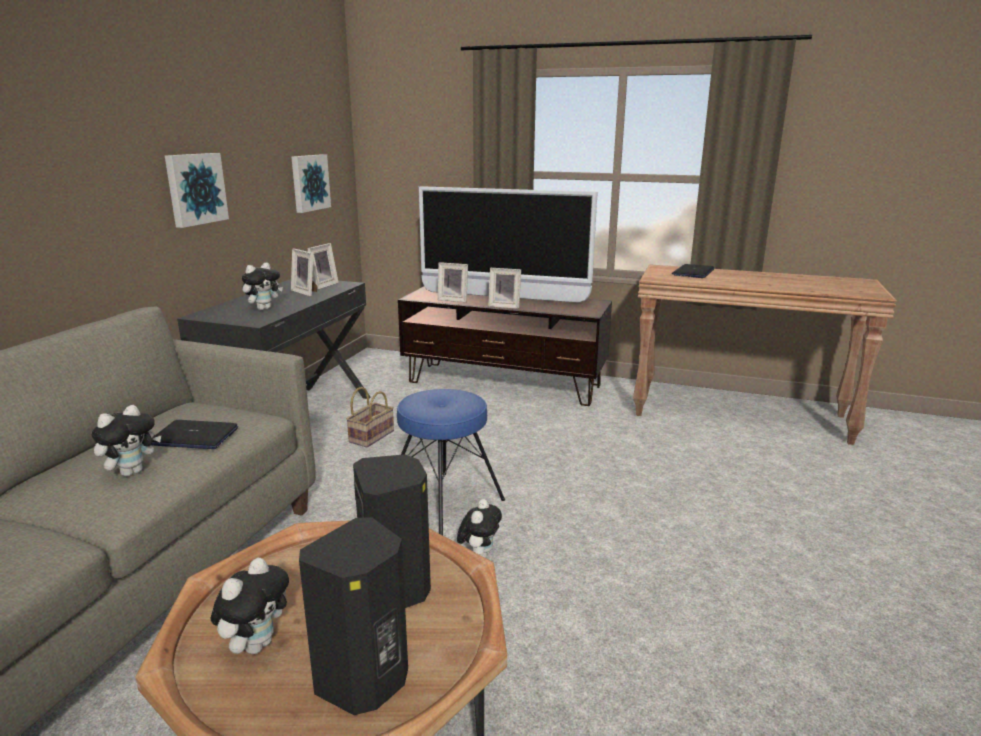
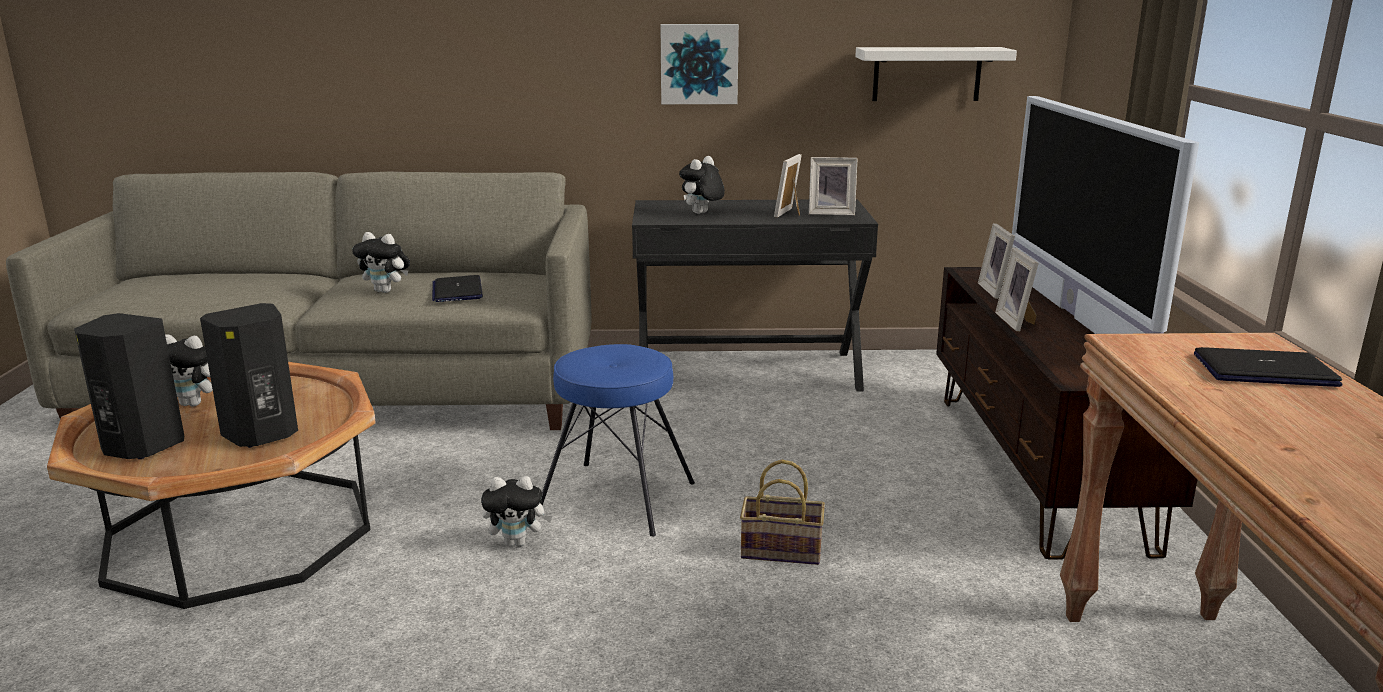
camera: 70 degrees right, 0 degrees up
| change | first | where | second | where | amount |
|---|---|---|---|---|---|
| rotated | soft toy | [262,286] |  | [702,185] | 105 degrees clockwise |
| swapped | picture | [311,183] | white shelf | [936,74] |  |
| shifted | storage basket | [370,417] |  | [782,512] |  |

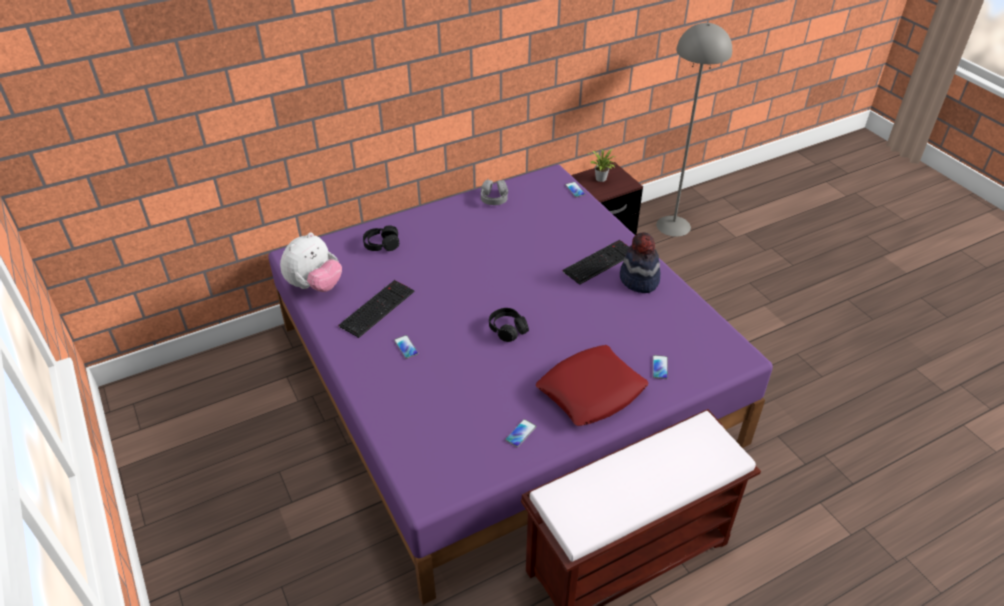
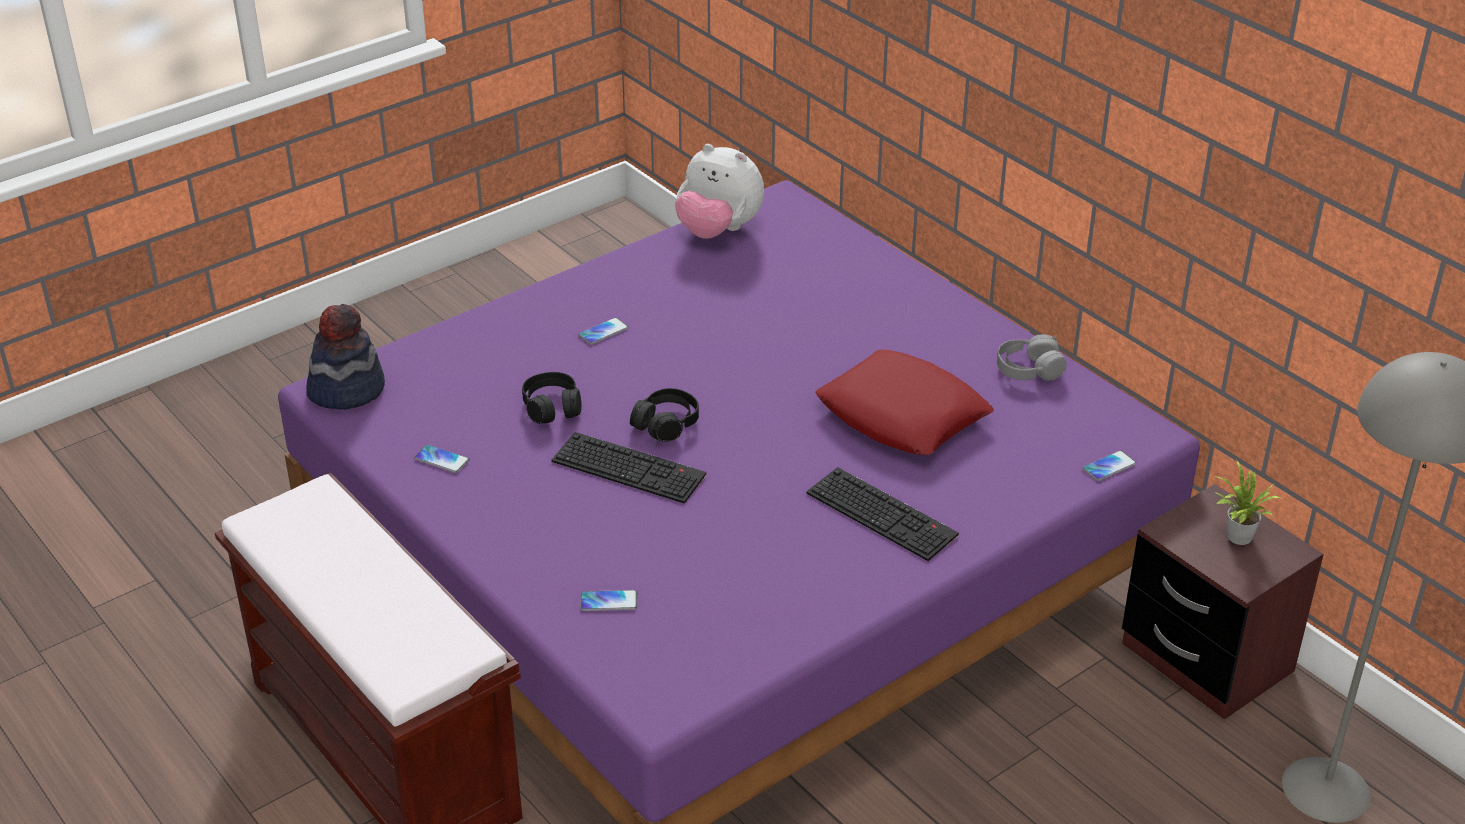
camera: 80 degrees right, 5 degrees down
| change | first | where | second | where | amount |
|---|---|---|---|---|---|
| shifted | computer keyboard | [376,309] |  | [628,468] |  |
| shifted | black headphones | [381,238] |  | [552,398] |  |
| shifted | red-coloured pillow | [592,385] |  | [904,402] |  |
| shifted | wearable hat | [640,262] |  | [345,357] |  |

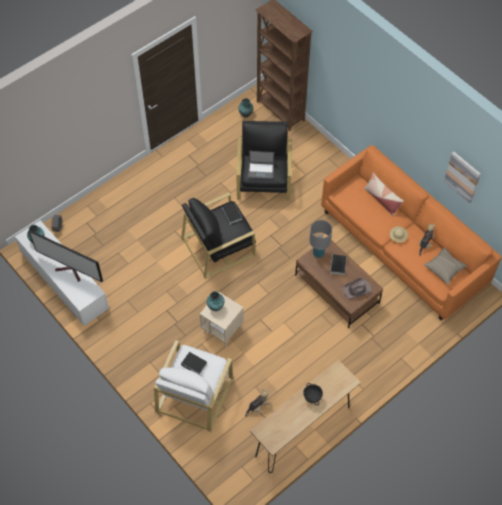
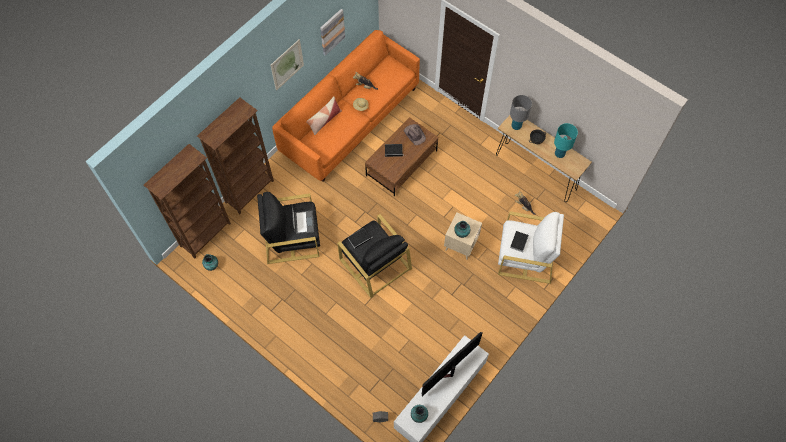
camera: 100 degrees left, 5 degrees up
| change | first | where | second | where | amount |
|---|---|---|---|---|---|
| rotated | television | [66,256] |  | [452,364] | 150 degrees counterclockwise |
| shifted | greyish tabletop lamp | [321,239] |  | [521,112] |  |
| gone | beige pillow | [446,266] |  |  |  |
| new |  |  | brown shelving unit | [235,155] |  |
| new |  |  | picture | [287,65] |  |
| new |  |  | blue-green tabletop lamp | [566,140] |  |

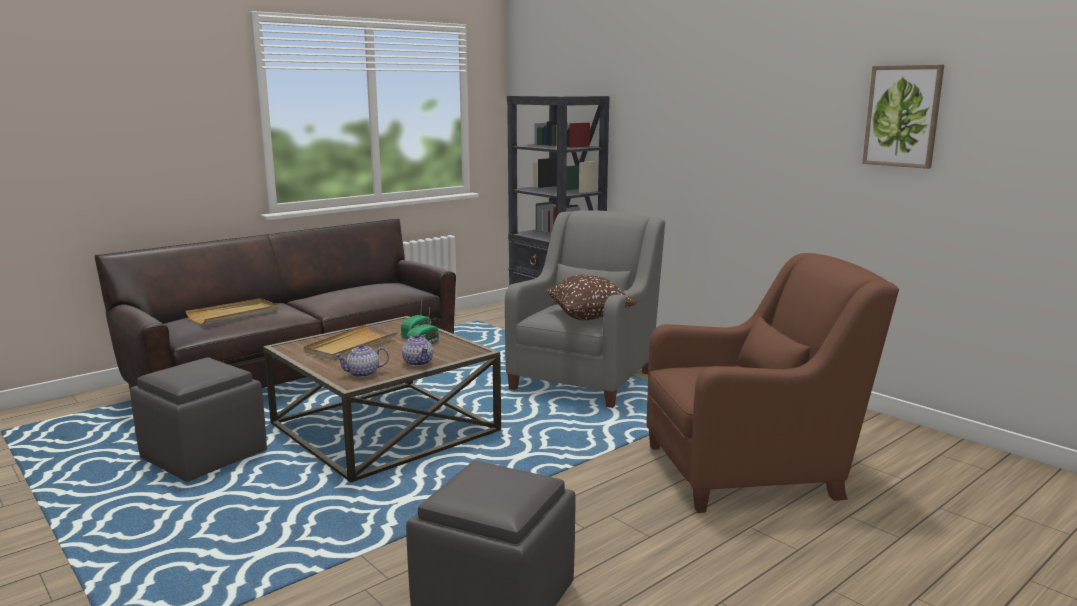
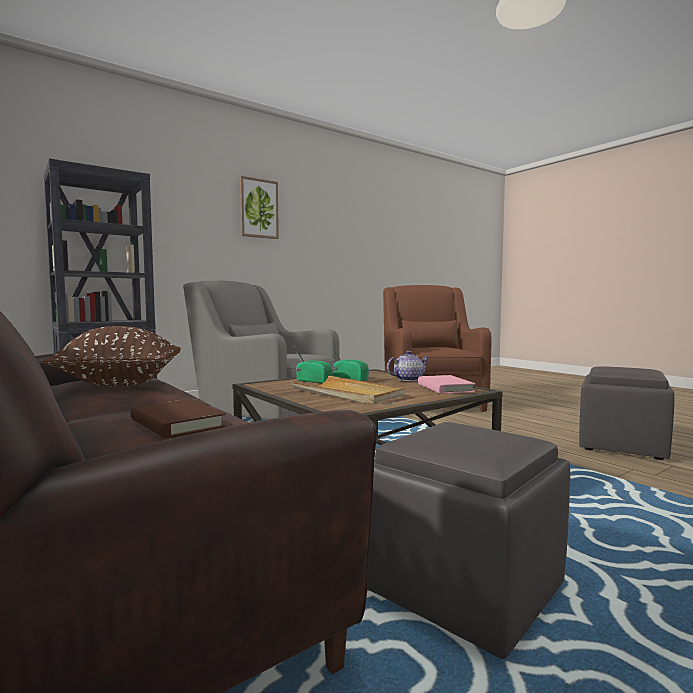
camera: 85 degrees left, 10 degrees down
| change | first | where | second | where | amount |
|---|---|---|---|---|---|
| swapped | beige carrying tray | [232,311] | brown volume | [178,419] |  |
| swapped | pot for tea | [362,360] | pinkish volume | [447,384] |  |
| shifted | brown pillow | [591,297] |  | [112,356] |  |
| shifted | picture | [903,117] |  | [259,207] |  |

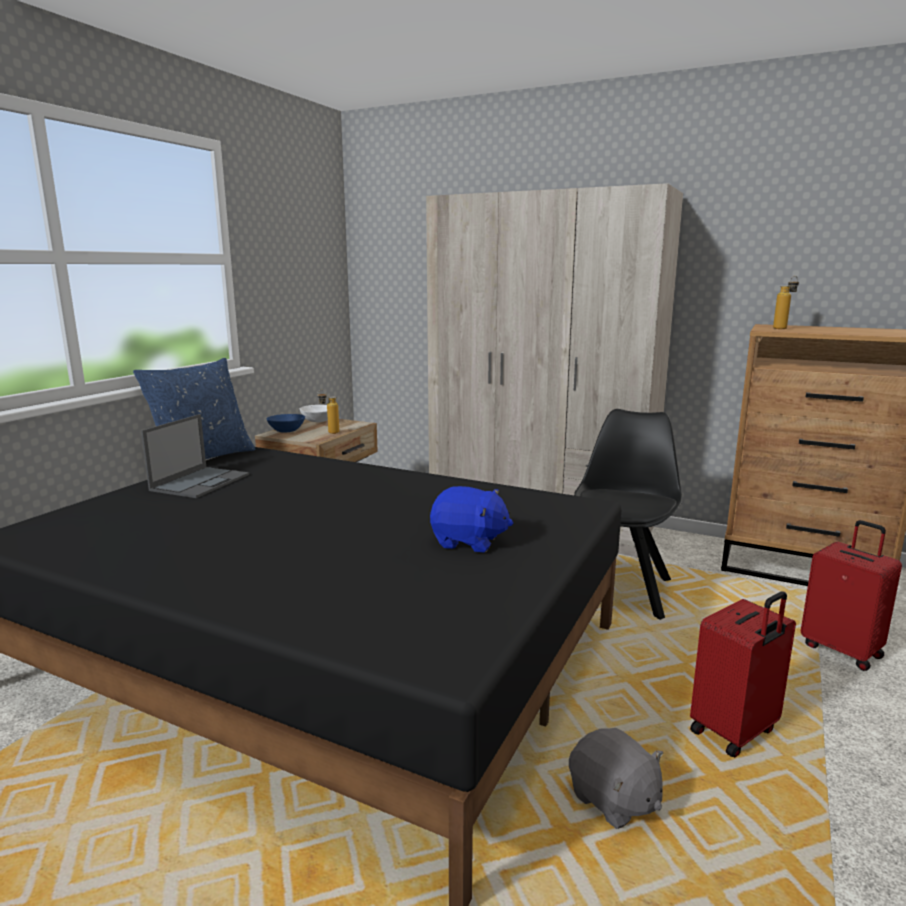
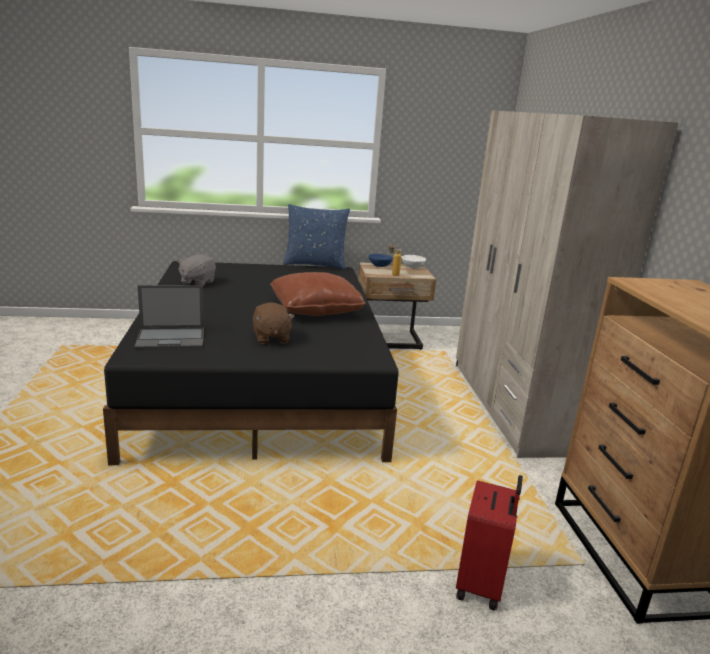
camera: 55 degrees right, 5 degrees up
| change | first | where | second | where | amount |
|---|---|---|---|---|---|
| shifted | portable computer | [195,456] |  | [169,317] |  |
| repainted | bluish soft toy | [471,519] | brown soft toy | [274,323] |  |
| shifted | greyish soft toy | [616,778] |  | [197,270] |  |
| gone | black chair | [628,514] |  |  |  |
| gone | red-coloured suitcase | [743,674] |  |  |  |
| gone | beverage bottle | [786,302] |  |  |  |
| new |  |  | brown pillow | [318,294] |  |

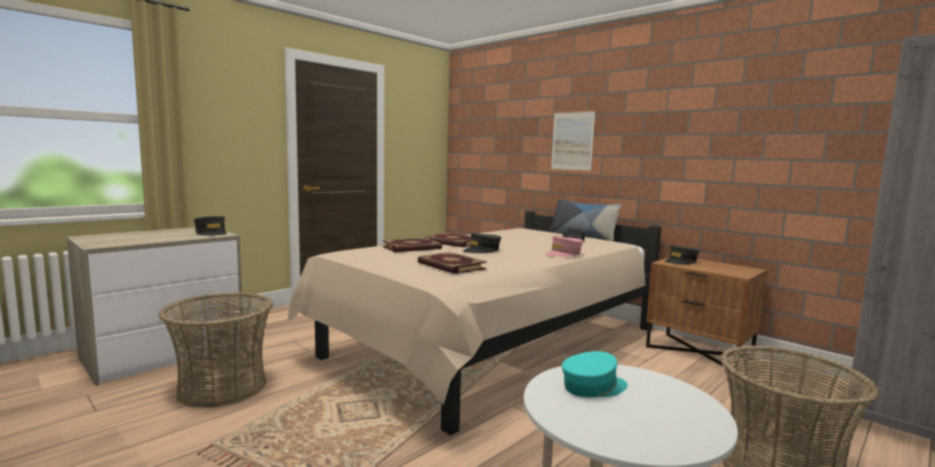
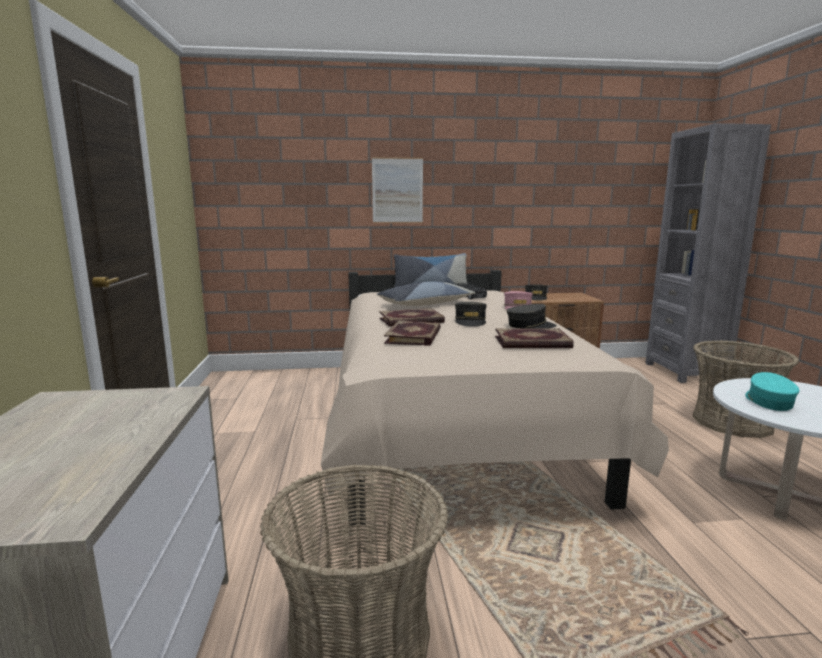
camera: 50 degrees left, 5 degrees up
| change | first | where | second | where | amount |
|---|---|---|---|---|---|
| shifted | greyish peaked cap | [210,226] |  | [532,316] |  |
| new |  |  | pillow | [426,294] |  |

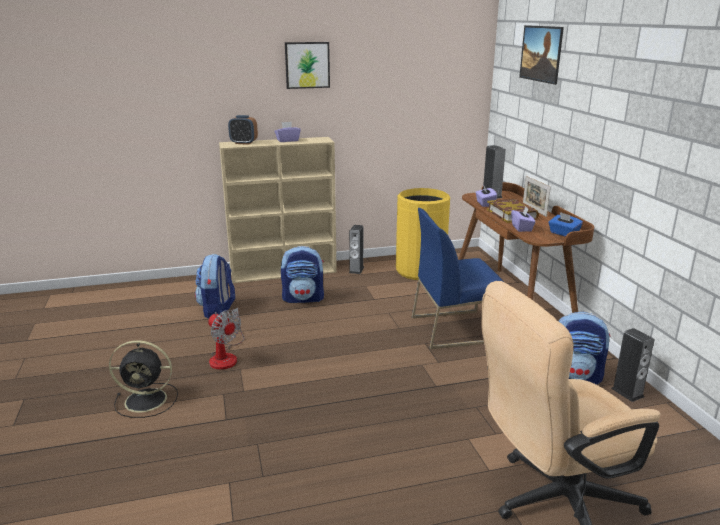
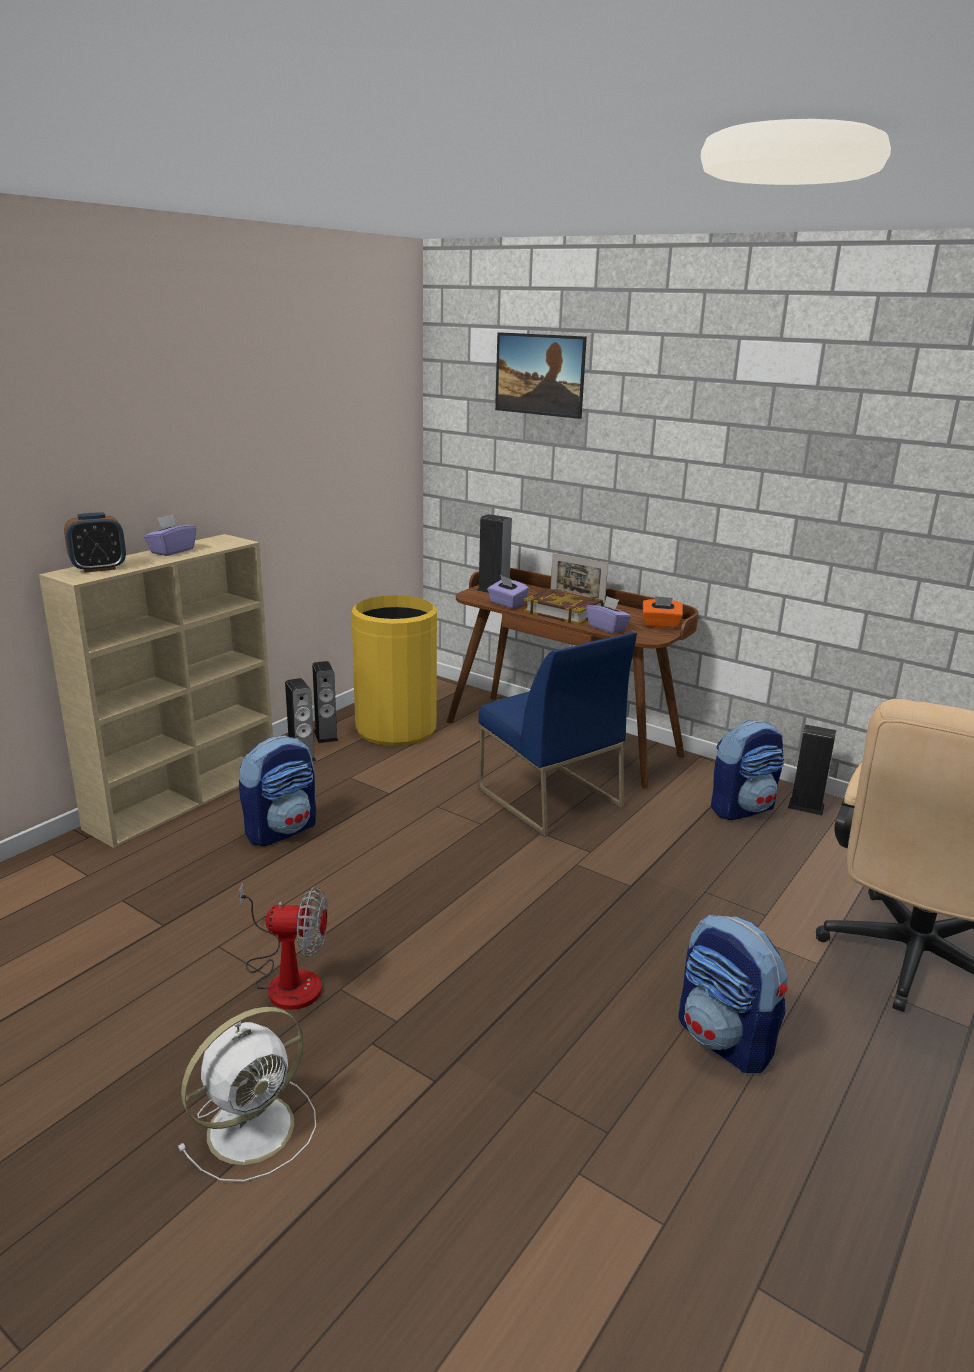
camera: 40 degrees left, 0 degrees up
| change | first | where | second | where | amount |
|---|---|---|---|---|---|
| repainted | black fan | [143,379] | white fan | [247,1094] |  |
| shifted | backpack | [215,286] |  | [733,993] |  |
| gone | picture | [307,65] |  |  |  |
| rotated | bluish chair | [458,278] |  | [557,734] | 75 degrees counterclockwise |
| repainted | bluish box of tissues | [566,224] | orange box of tissues | [663,612] |  |
| new |  |  | loudspeaker | [325,702] |  |

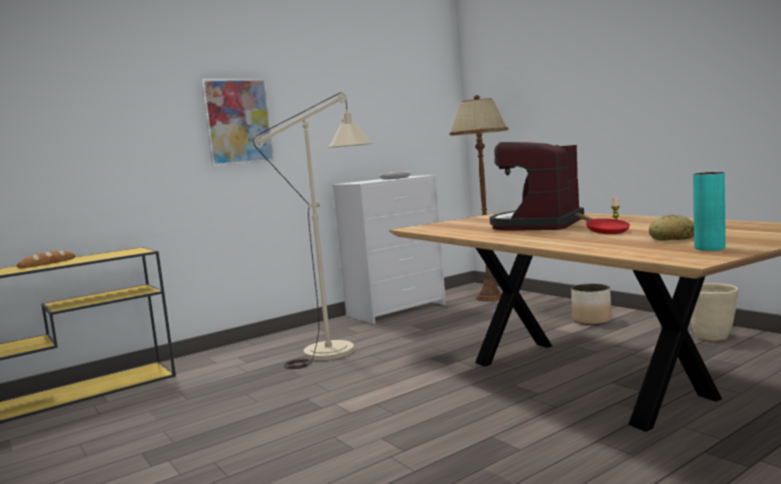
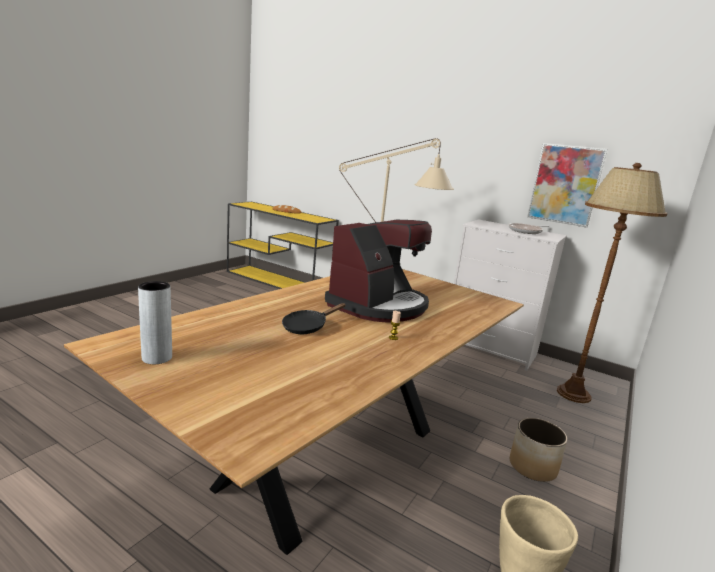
camera: 65 degrees right, 10 degrees up
| change | first | where | second | where | amount |
|---|---|---|---|---|---|
| shifted | picture | [237,122] |  | [567,185] |  |
| rotated | coffee machine | [537,186] |  | [378,271] | 120 degrees clockwise |
| repainted | red-coloured frying pan | [602,223] | black frying pan | [314,318] |  |
| gone | bread | [671,227] |  |  |  |
| repainted | blue-green vase | [709,211] | greyish vase | [155,322] |  |

